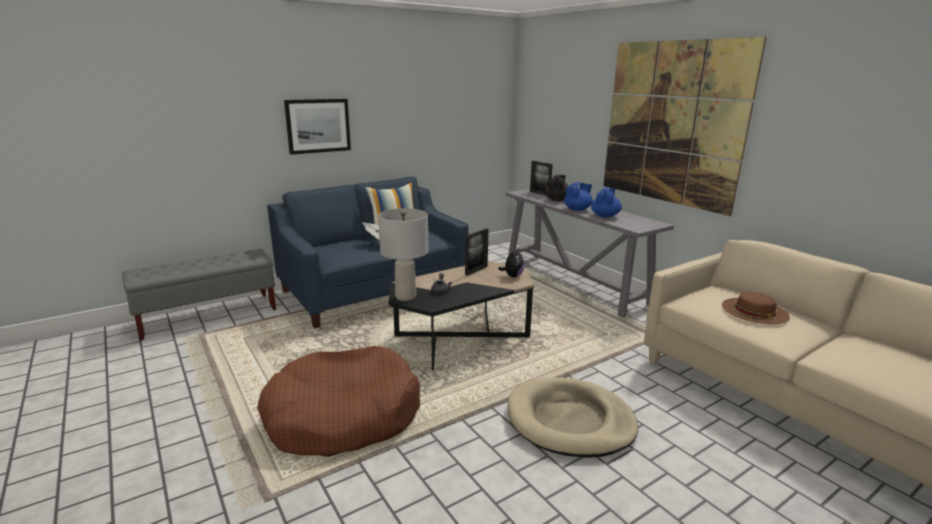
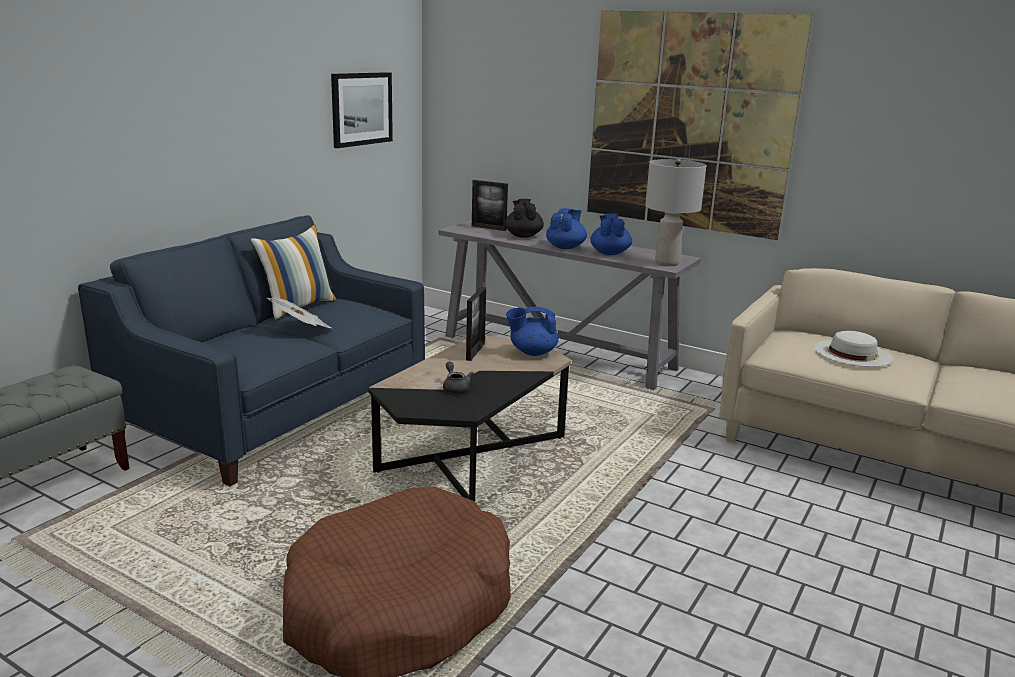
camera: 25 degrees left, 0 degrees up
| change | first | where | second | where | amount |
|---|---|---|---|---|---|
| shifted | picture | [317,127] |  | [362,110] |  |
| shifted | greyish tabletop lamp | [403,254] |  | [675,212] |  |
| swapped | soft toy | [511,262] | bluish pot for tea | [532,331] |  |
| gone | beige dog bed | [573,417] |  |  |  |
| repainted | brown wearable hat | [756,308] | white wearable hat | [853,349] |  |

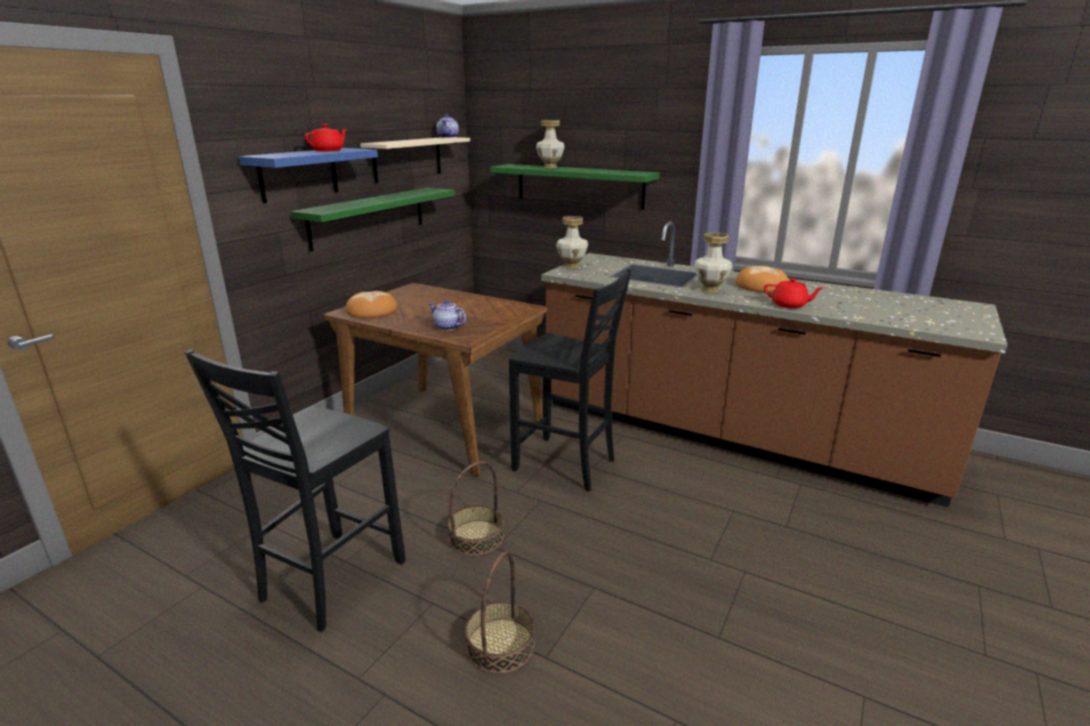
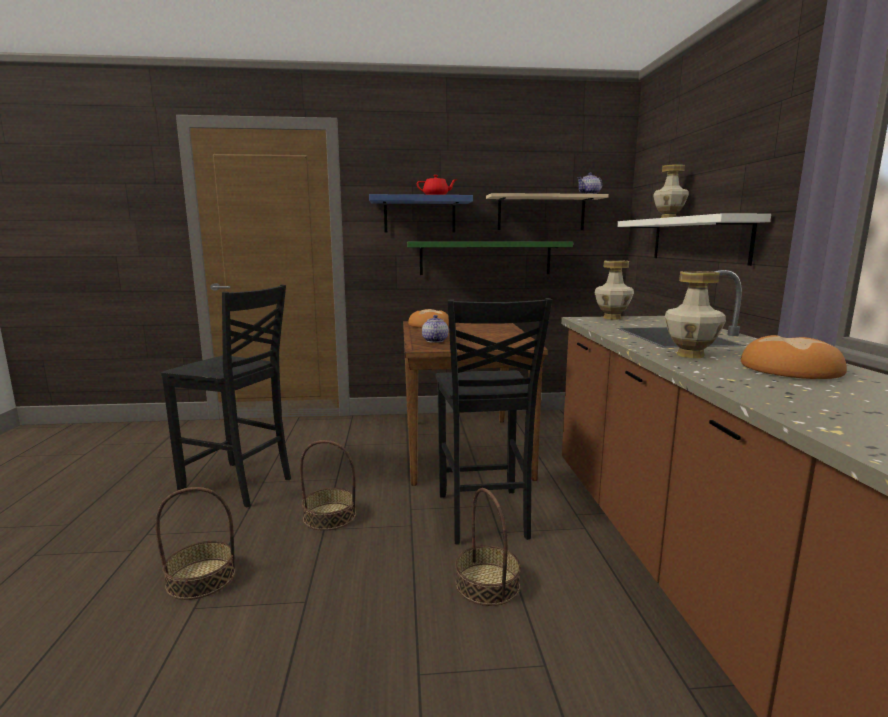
camera: 55 degrees right, 10 degrees down
| change | first | where | second | where | amount |
|---|---|---|---|---|---|
| rotated | black chair | [295,491] |  | [226,395] | 150 degrees counterclockwise |
| repainted | green shelf | [575,187] | white shelf | [694,239] |  |
| gone | red-coloured pot for tea | [793,293] |  |  |  |
| new |  |  | storage basket | [488,547] |  |

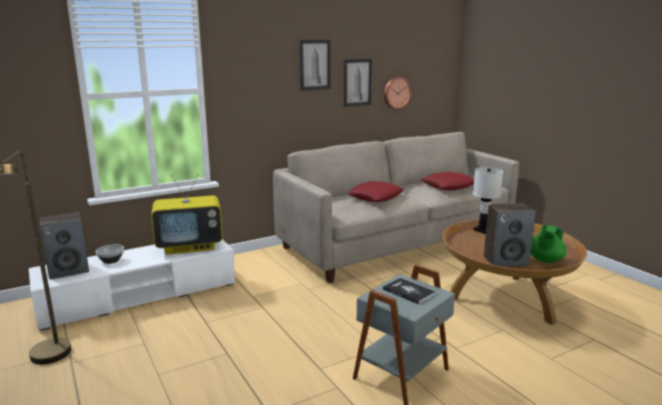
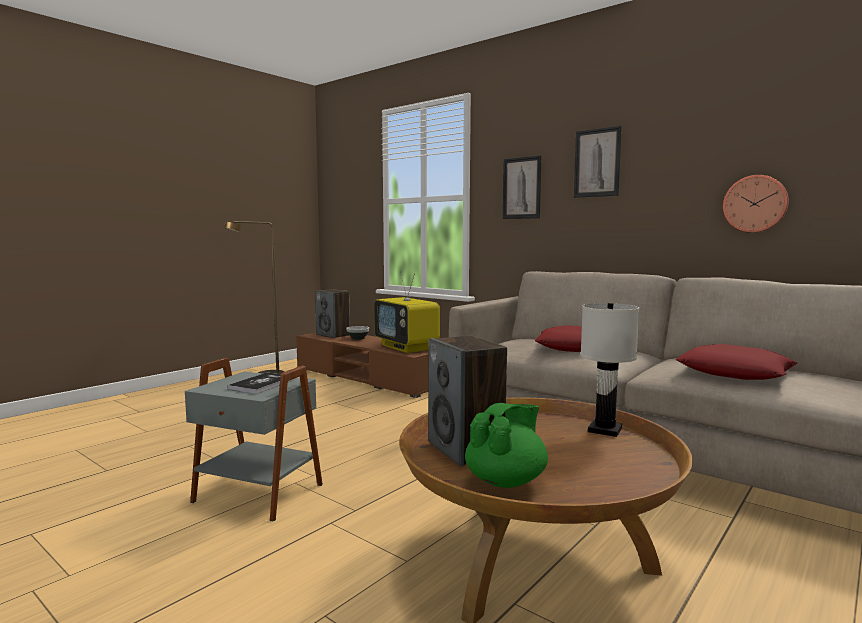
camera: 70 degrees right, 10 degrees down
| change | first | where | second | where | amount |
|---|---|---|---|---|---|
| repainted | white tv stand | [132,285] | brown tv stand | [362,365] |  |
| shifted | picture | [358,83] |  | [522,187] |  |
| rotated | green pot for tea | [548,244] |  | [506,445] | 120 degrees clockwise |

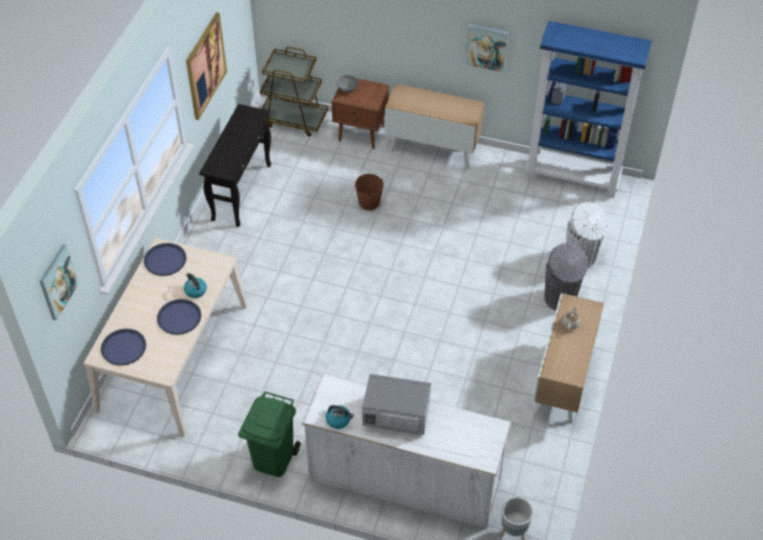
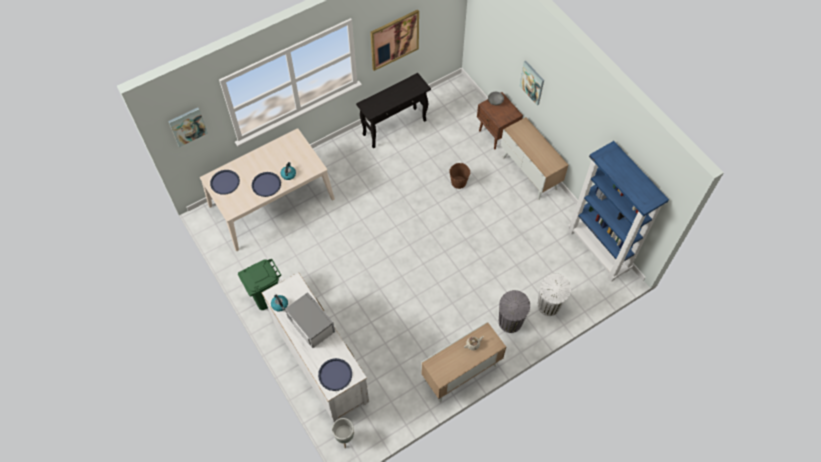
camera: 40 degrees right, 10 degrees up
| change | first | where | second | where | amount |
|---|---|---|---|---|---|
| shifted | bluish carrying tray | [165,259] |  | [335,374] |  |
| gone | brown trolley | [294,91] |  |  |  |
| shifted | picture | [486,48] |  | [532,83] |  |

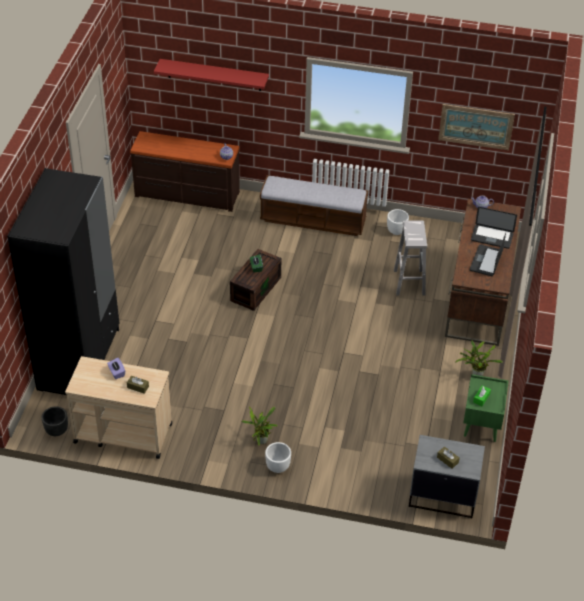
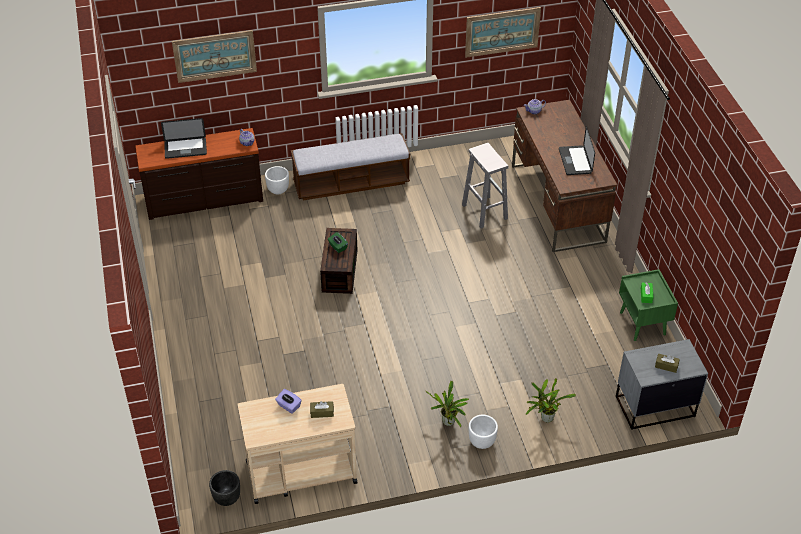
camera: 25 degrees left, 0 degrees up
| change | first | where | second | where | amount |
|---|---|---|---|---|---|
| gone | black armoire | [63,281] |  |  |  |
| swapped | red-coloured shelf | [211,75] | picture | [214,56] |  |
| shifted | white plant pot | [398,222] |  | [277,180] |  |
| shifted | plant in a pot | [479,358] |  | [551,400] |  |
| shifted | portable computer | [494,228] |  | [184,138] |  |

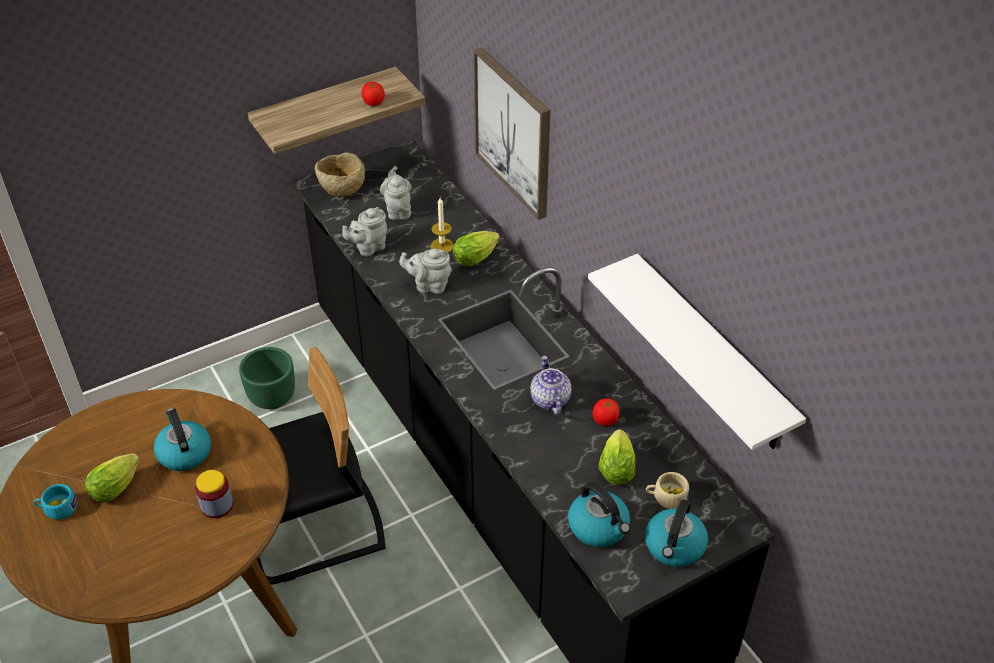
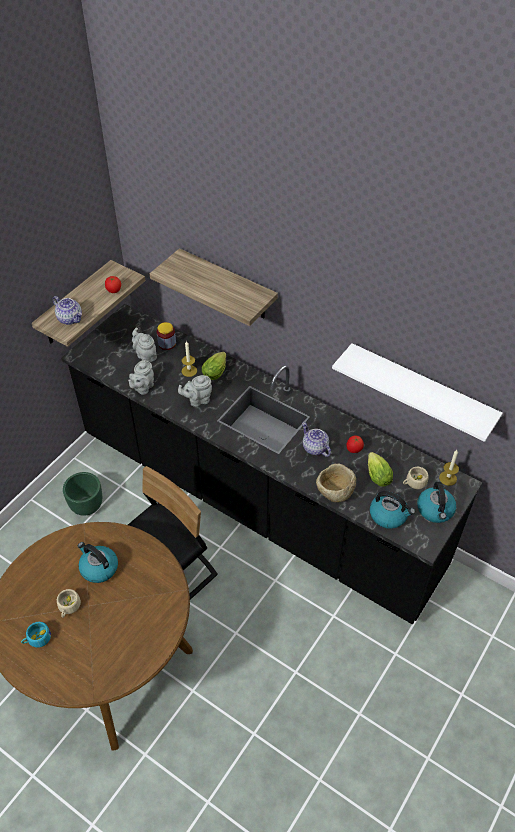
camera: 25 degrees left, 5 degrees up
| change | first | where | second | where | amount |
|---|---|---|---|---|---|
| swapped | lettuce | [112,478] | beige drinking cup | [69,603] |  |
| shifted | jar | [214,494] |  | [166,336] |  |
| shifted | beige serving bowl | [340,174] |  | [336,483] |  |
| swapped | picture | [511,133] | shelf | [214,287] |  |
| new |  |  | pot for tea | [67,310] |  |
| new |  |  | candle | [449,468] |  |

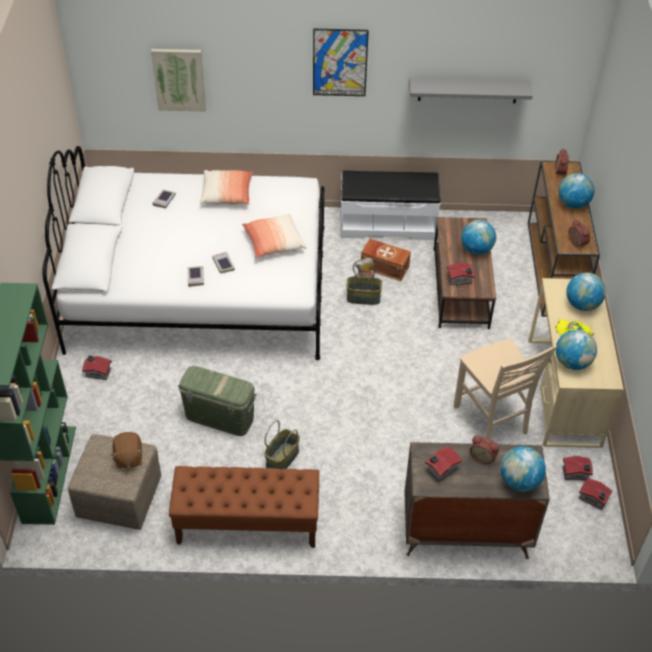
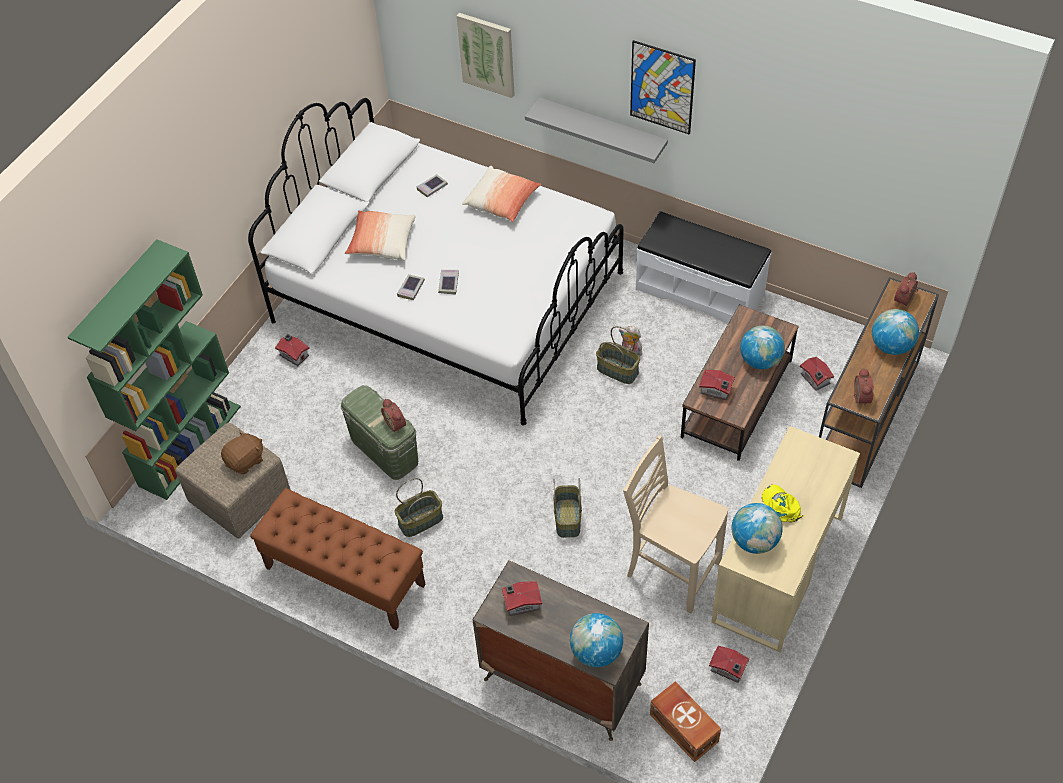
camera: 30 degrees right, 5 degrees up
| change | first | where | second | where | amount |
|---|---|---|---|---|---|
| rotated | brown soft toy | [127,450] |  | [242,452] | 150 degrees counterclockwise |
| shifted | pillow | [274,236] |  | [380,235] |  |
| shifted | brown storage bin | [386,260] |  | [685,721] |  |
| shifted | greyish shelf | [471,90] |  | [596,130] |  |
| rotated | beige chair | [505,389] |  | [675,524] | 120 degrees clockwise |
| shifted | alarm clock | [484,450] |  | [393,416] |  |
| gone | globe | [586,291] |  |  |  |
| shifted | toy house | [596,494] |  | [817,374] |  |
| new |  |  | storage basket | [567,508] |  |

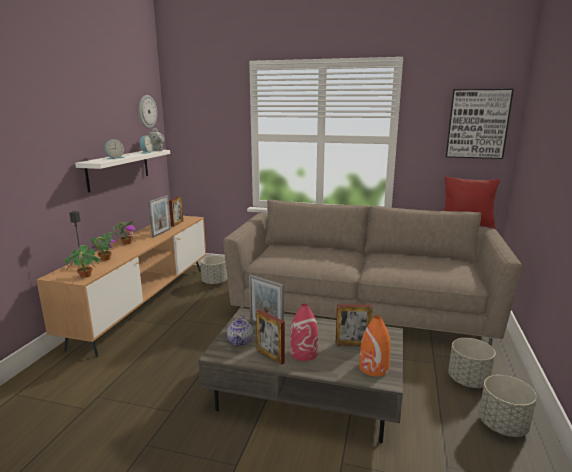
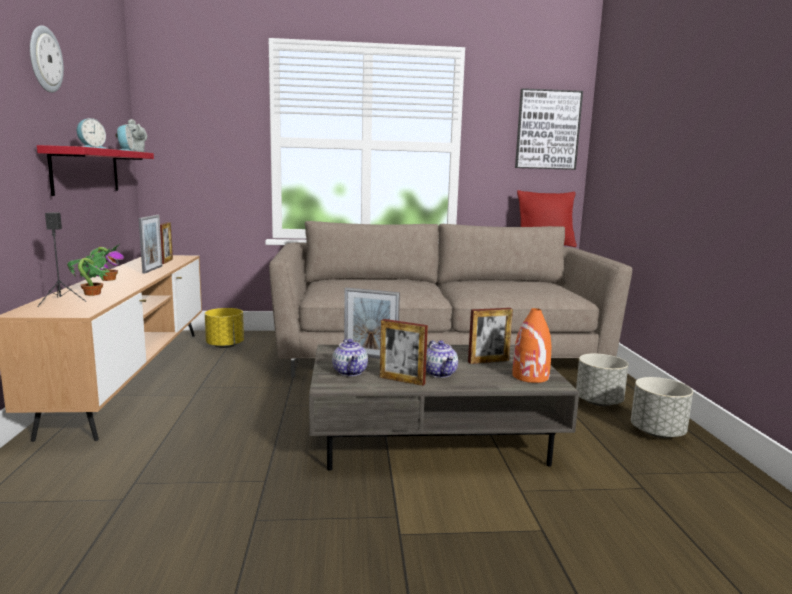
camera: 20 degrees left, 5 degrees down
| change | first | where | second | where | amount |
|---|---|---|---|---|---|
| gone | plant in a pot | [83,261] |  |  |  |
| repainted | white shelf | [122,171] | red-coloured shelf | [95,170] |  |
| shifted | wall clock | [148,112] |  | [47,59] |  |
| repainted | greyish plant pot | [214,270] | yellowish plant pot | [224,328] |  |
| swapped | red-coloured vase | [304,332] | pot for tea | [442,359] |  |

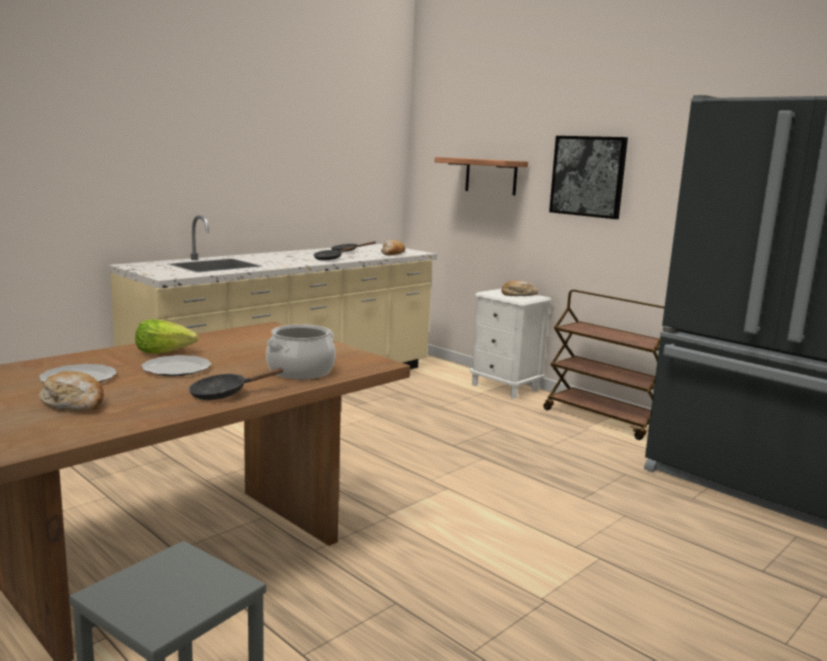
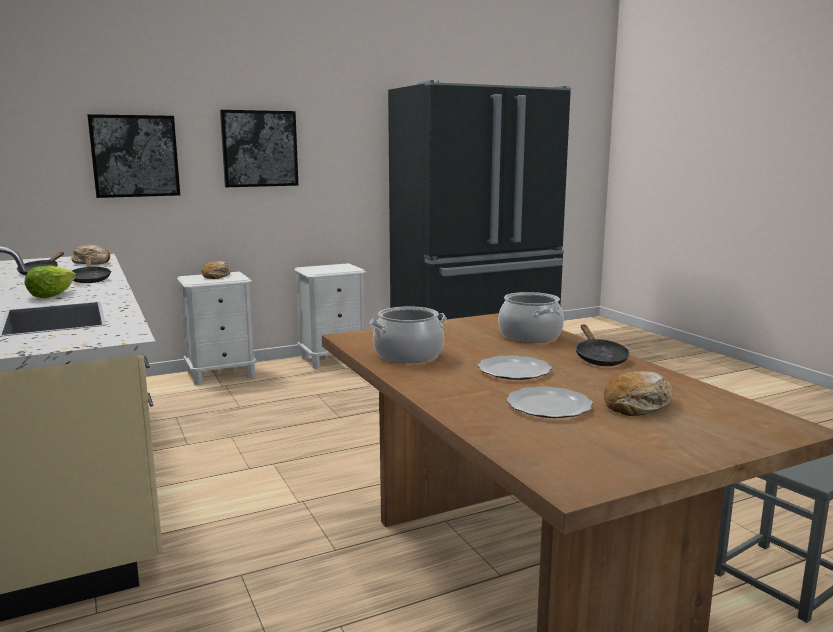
camera: 70 degrees left, 0 degrees up
| change | first | where | second | where | amount |
|---|---|---|---|---|---|
| shifted | lettuce | [166,336] |  | [50,282] |  |
| swapped | shelf | [481,176] | picture | [133,156] |  |
| swapped | brown trolley | [604,365] | white bedside table | [330,316] |  |
| new |  |  | stockpot | [408,334] |  |

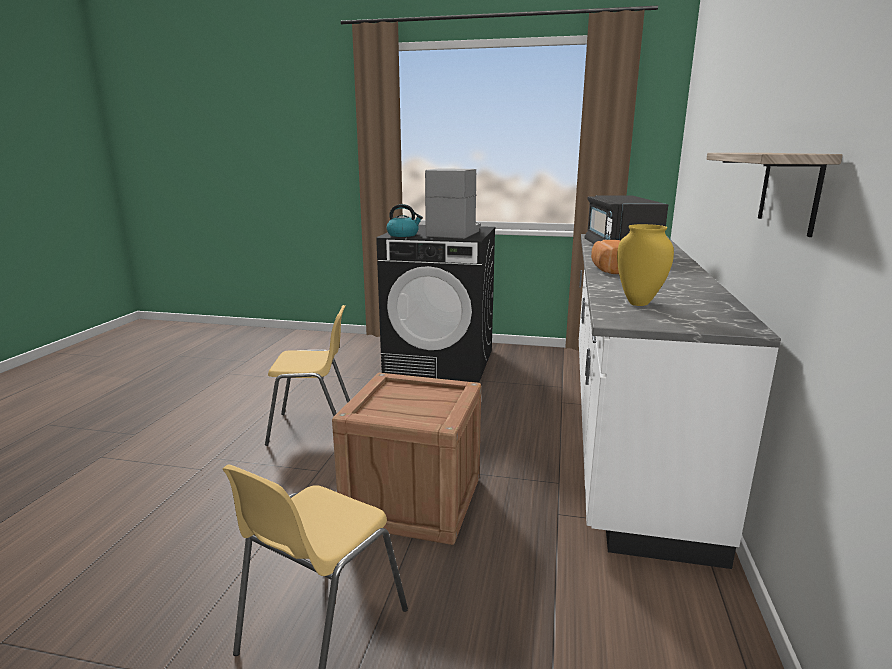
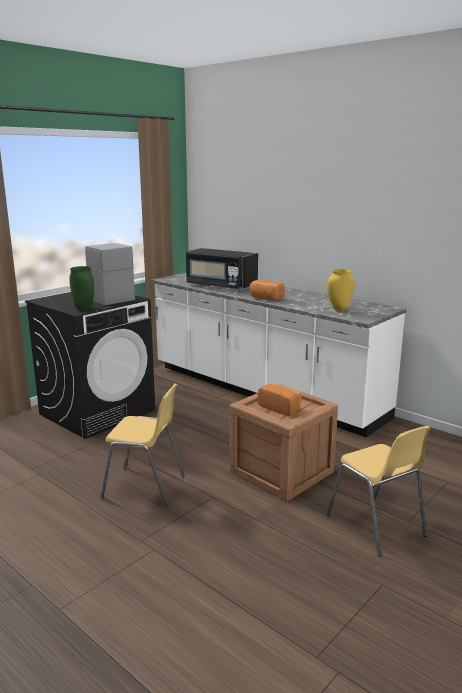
camera: 60 degrees left, 0 degrees up
| change | first | where | second | where | amount |
|---|---|---|---|---|---|
| rotated | yellowish chair | [307,375] |  | [142,444] | 75 degrees clockwise |
| swapped | tea kettle | [404,220] | green vase | [81,288] |  |
| gone | shelf | [774,195] |  |  |  |
| new |  |  | bread | [279,399] |  |

